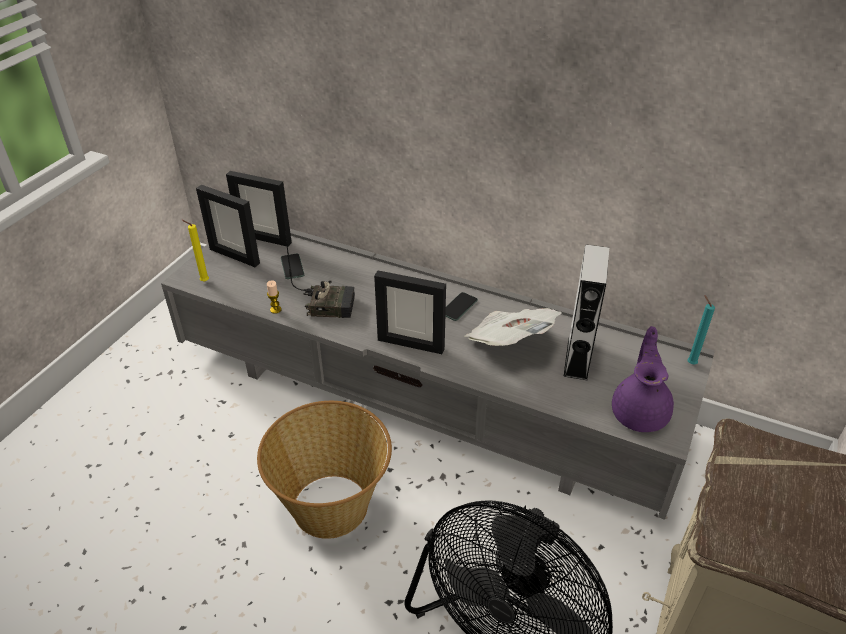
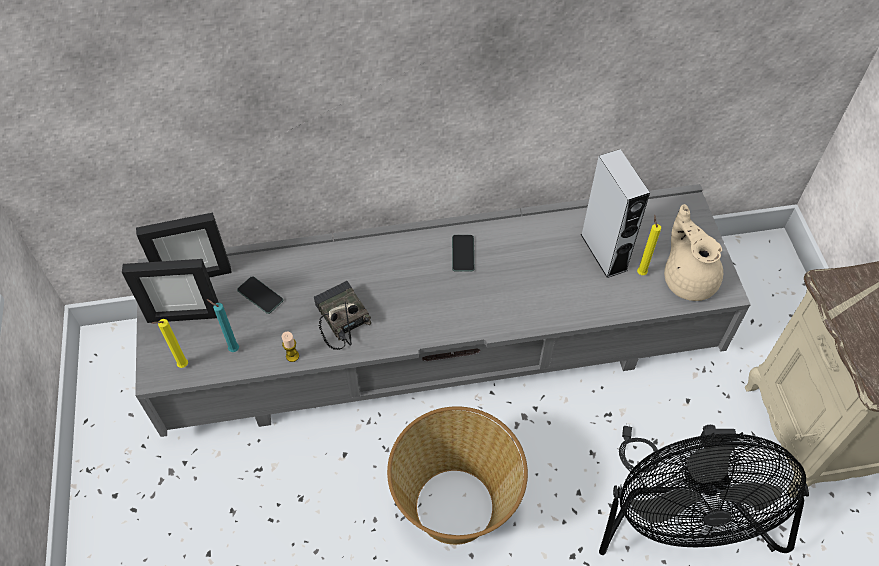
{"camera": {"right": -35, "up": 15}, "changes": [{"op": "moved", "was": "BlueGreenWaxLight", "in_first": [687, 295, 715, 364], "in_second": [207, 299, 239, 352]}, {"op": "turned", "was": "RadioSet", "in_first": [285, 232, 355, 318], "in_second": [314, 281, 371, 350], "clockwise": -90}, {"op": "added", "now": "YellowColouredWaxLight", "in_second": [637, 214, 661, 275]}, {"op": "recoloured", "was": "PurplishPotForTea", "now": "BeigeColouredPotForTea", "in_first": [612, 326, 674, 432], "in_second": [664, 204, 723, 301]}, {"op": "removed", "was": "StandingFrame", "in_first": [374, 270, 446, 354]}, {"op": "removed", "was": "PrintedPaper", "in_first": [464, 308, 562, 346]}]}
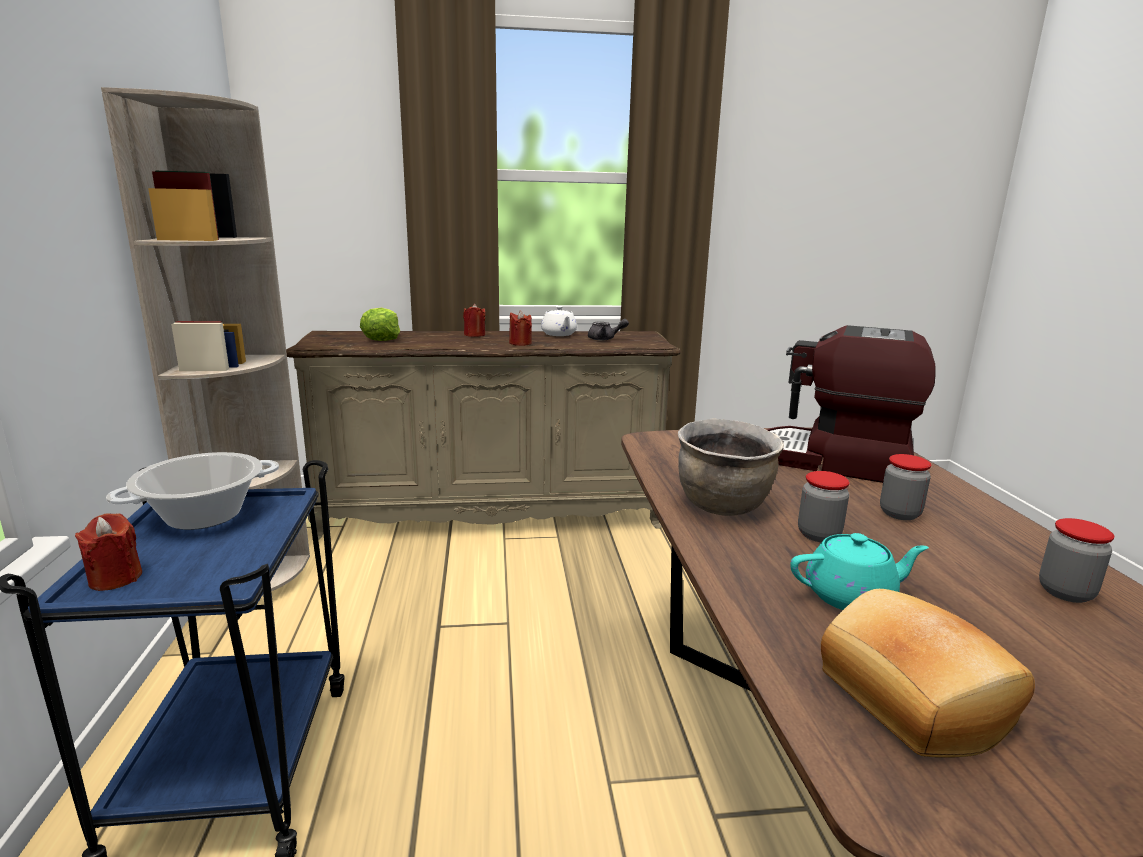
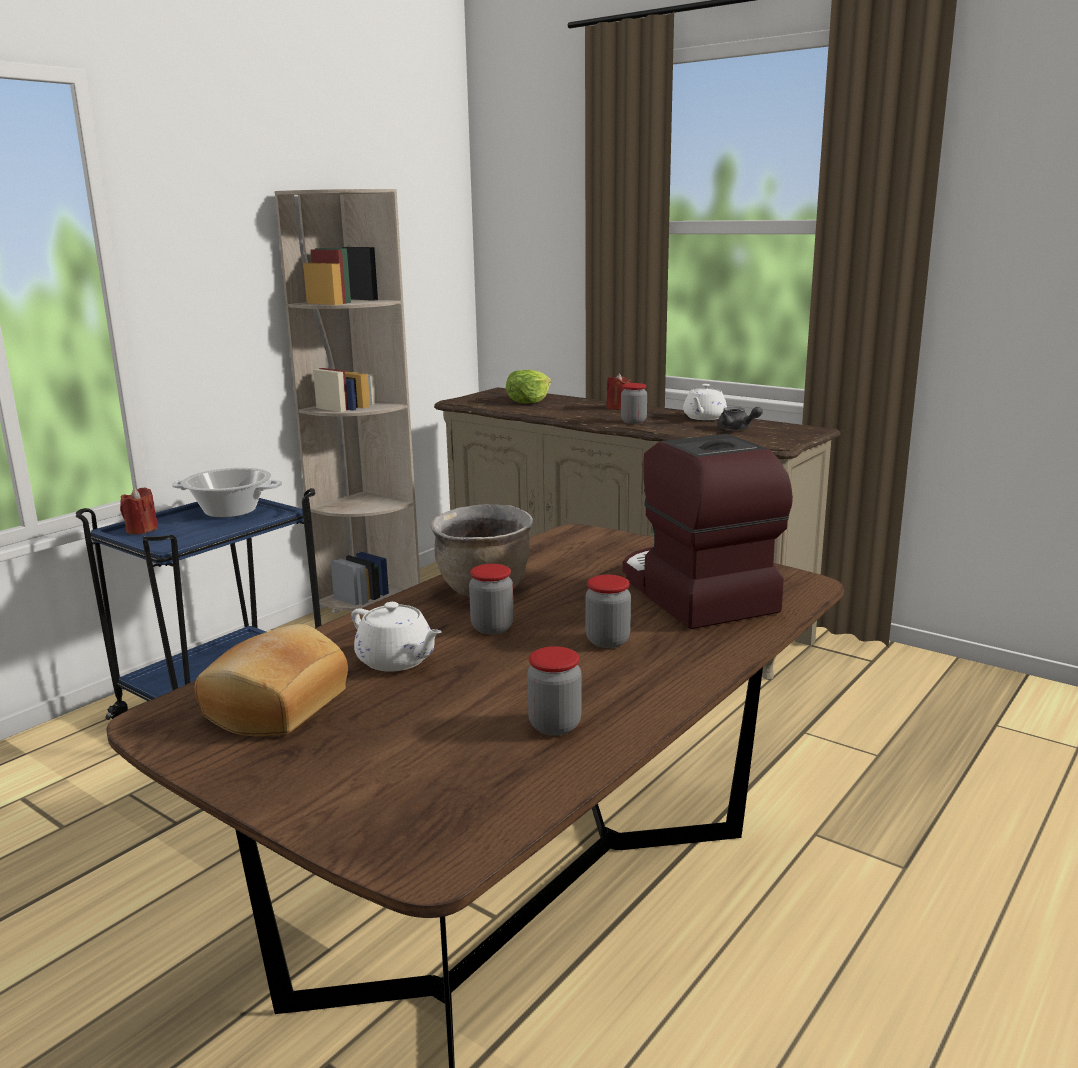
{"camera": {"right": 45, "up": 0}, "changes": [{"op": "recoloured", "was": "BlueGreenPotForTea", "now": "WhitishPotForTea", "in_first": [790, 533, 929, 610], "in_second": [352, 602, 442, 672]}, {"op": "replaced", "was": "RedColouredWaxLight", "now": "StorageJar", "in_first": [509, 311, 532, 346], "in_second": [621, 383, 647, 424]}]}
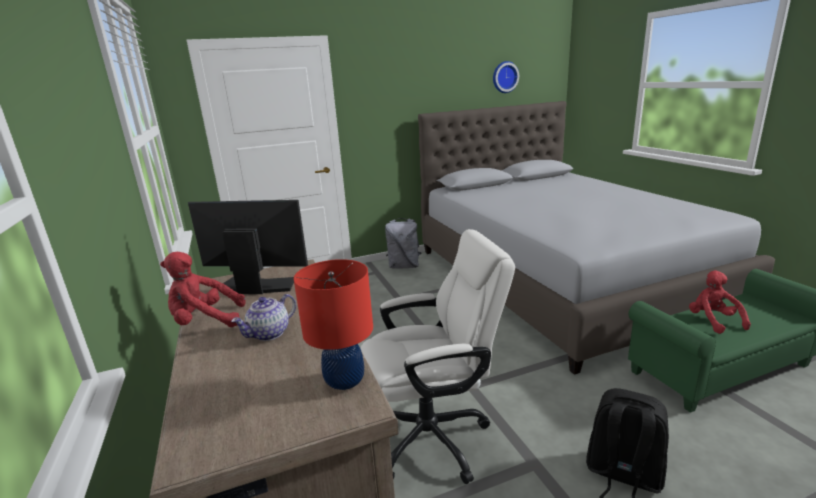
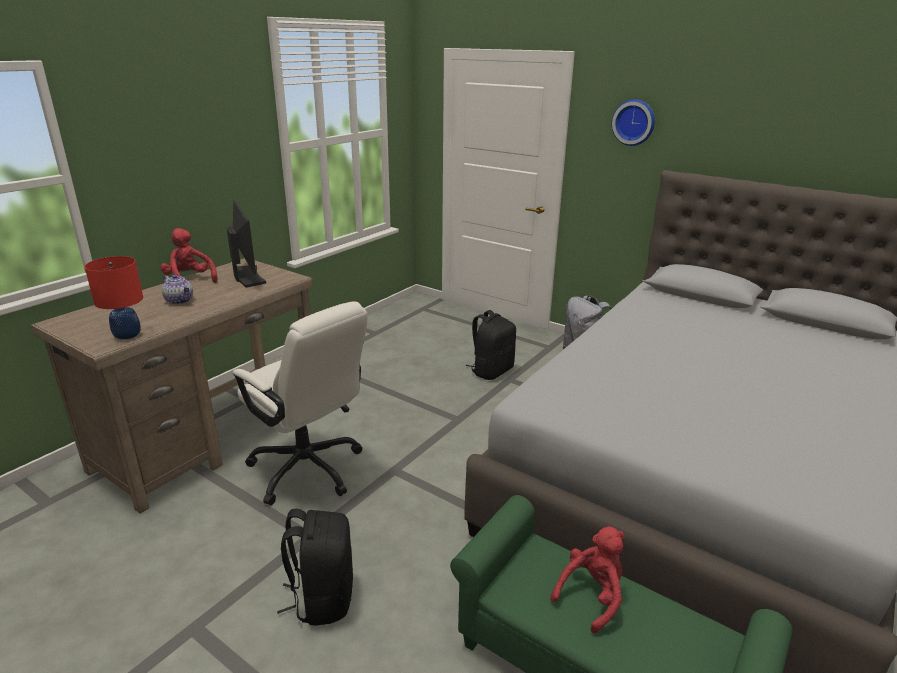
{"camera": {"right": 55, "up": 5}, "changes": [{"op": "turned", "was": "PotForTea", "in_first": [231, 294, 296, 341], "in_second": [162, 275, 193, 305], "clockwise": -150}, {"op": "added", "now": "BlackColouredBackpack", "in_second": [466, 310, 516, 380]}, {"op": "moved", "was": "HangingClock", "in_first": [493, 61, 519, 93], "in_second": [612, 99, 655, 146]}]}
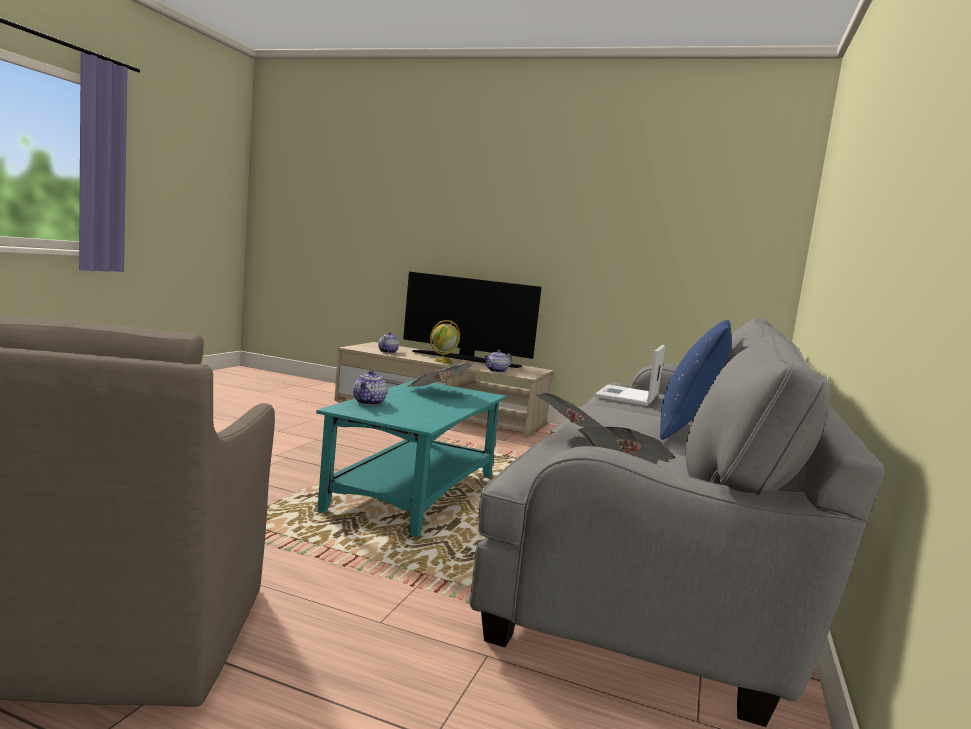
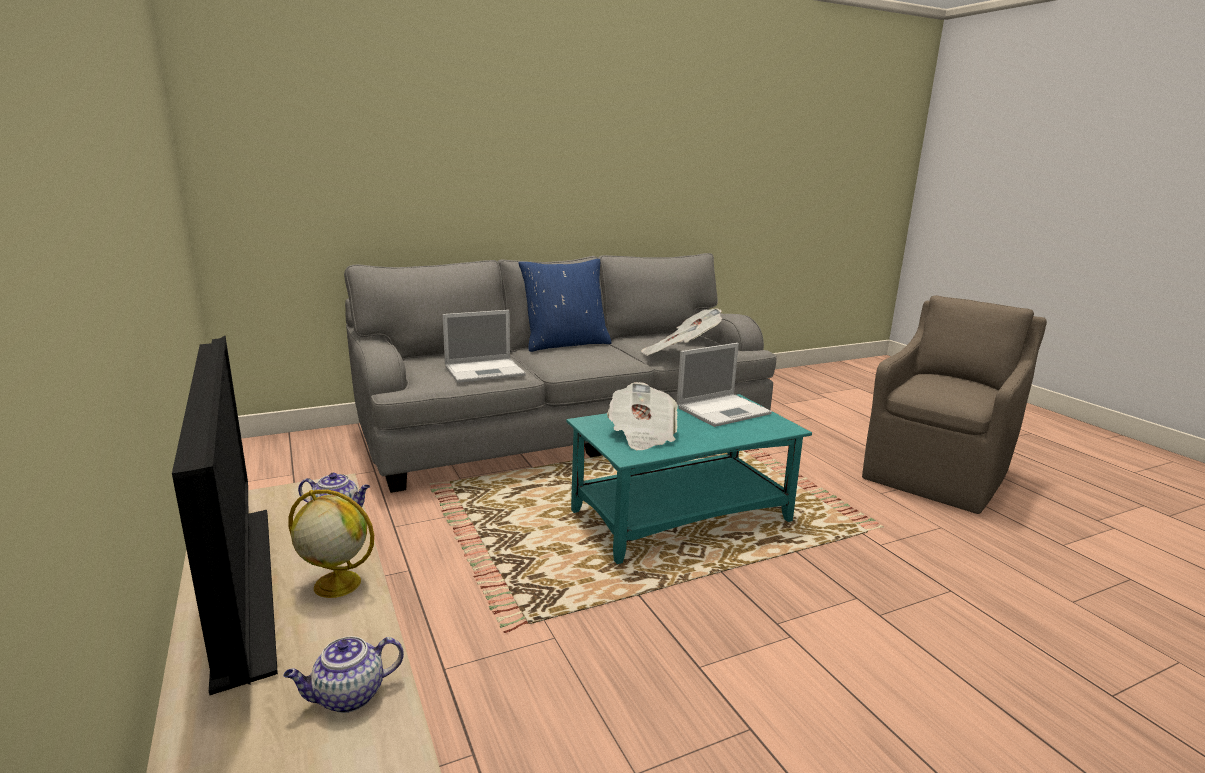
{"camera": {"right": -135, "up": 10}, "changes": [{"op": "added", "now": "NotebookComputer", "in_second": [677, 343, 772, 427]}, {"op": "removed", "was": "PotForTea", "in_first": [353, 370, 387, 405]}]}
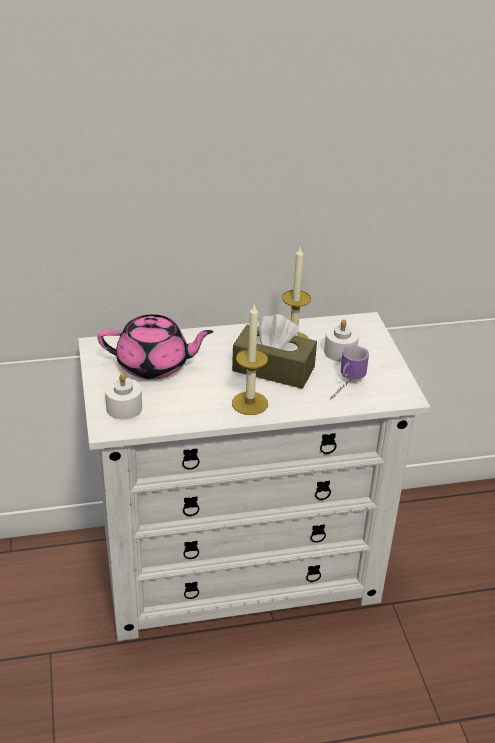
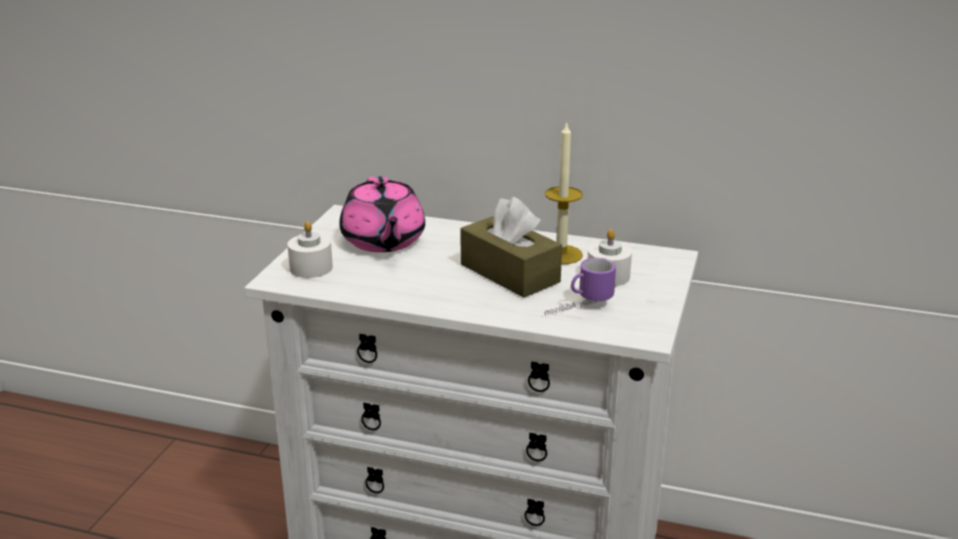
{"camera": {"right": 30, "up": -10}, "changes": [{"op": "turned", "was": "PinkishPotForTea", "in_first": [97, 314, 214, 380], "in_second": [339, 177, 425, 252], "clockwise": 45}, {"op": "removed", "was": "WaxLight", "in_first": [232, 303, 268, 415]}]}
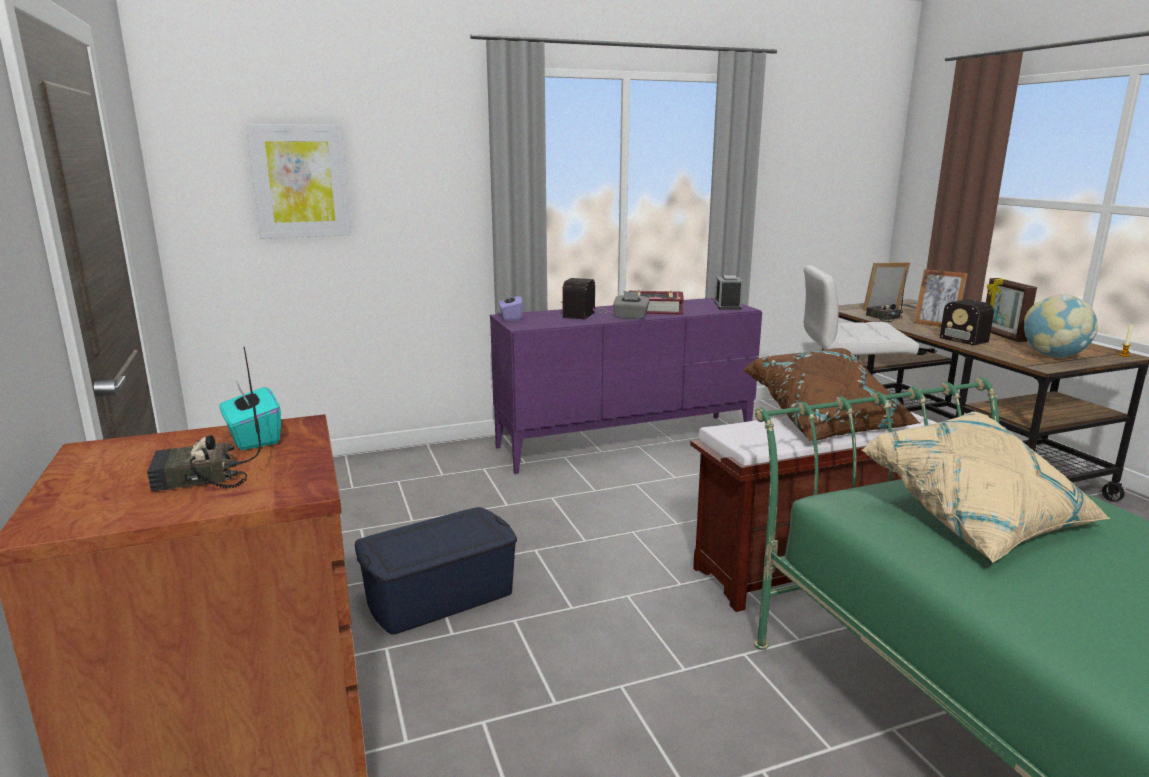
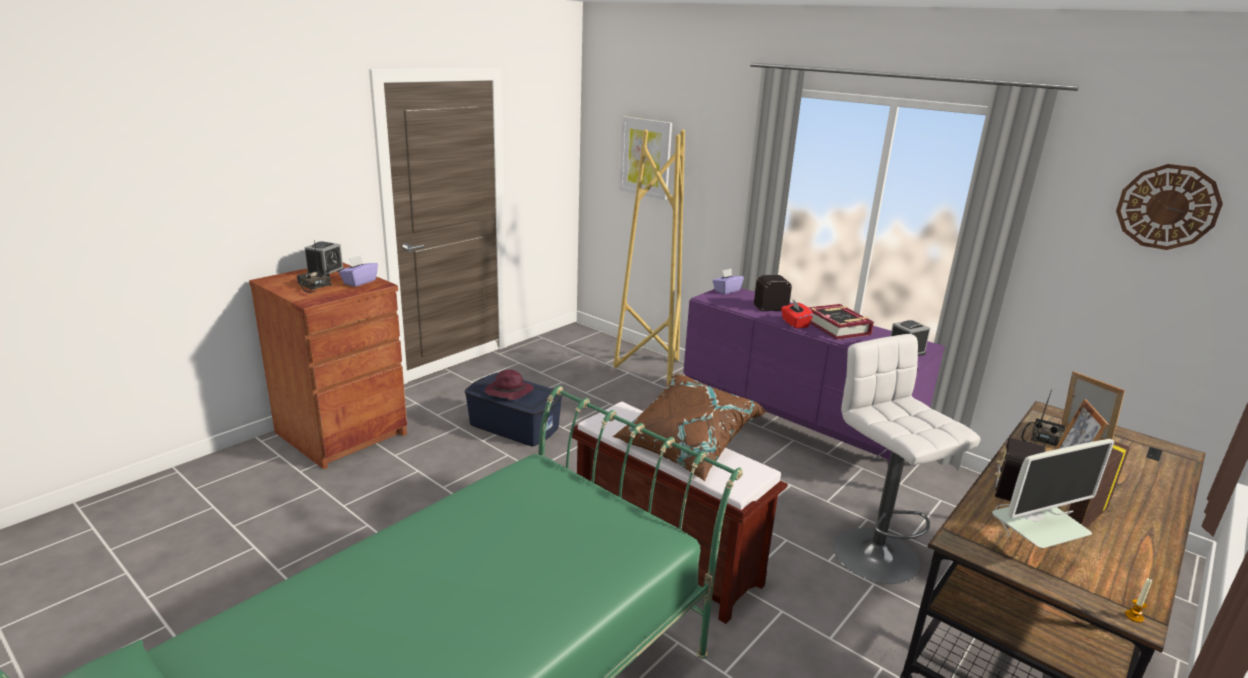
{"camera": {"right": 60, "up": 5}, "changes": [{"op": "added", "now": "BedsideClock", "in_second": [304, 241, 344, 276]}, {"op": "recoloured", "was": "BlueGreenBoxOfTissues", "now": "PurplishBoxOfTissues", "in_first": [219, 380, 281, 450], "in_second": [339, 255, 378, 287]}, {"op": "added", "now": "PurplishHat", "in_second": [485, 369, 533, 400]}, {"op": "added", "now": "YellowColouredGarmentStand", "in_second": [614, 130, 685, 385]}, {"op": "recoloured", "was": "GreyBoxOfTissues", "now": "RedColouredBoxOfTissues", "in_first": [613, 291, 650, 319], "in_second": [781, 300, 813, 328]}, {"op": "replaced", "was": "Globe", "now": "Monitor", "in_first": [1024, 294, 1098, 358], "in_second": [992, 439, 1114, 548]}, {"op": "added", "now": "HangingClock", "in_second": [1116, 164, 1223, 250]}, {"op": "removed", "was": "BeigeColouredCushion", "in_first": [862, 412, 1110, 563]}]}
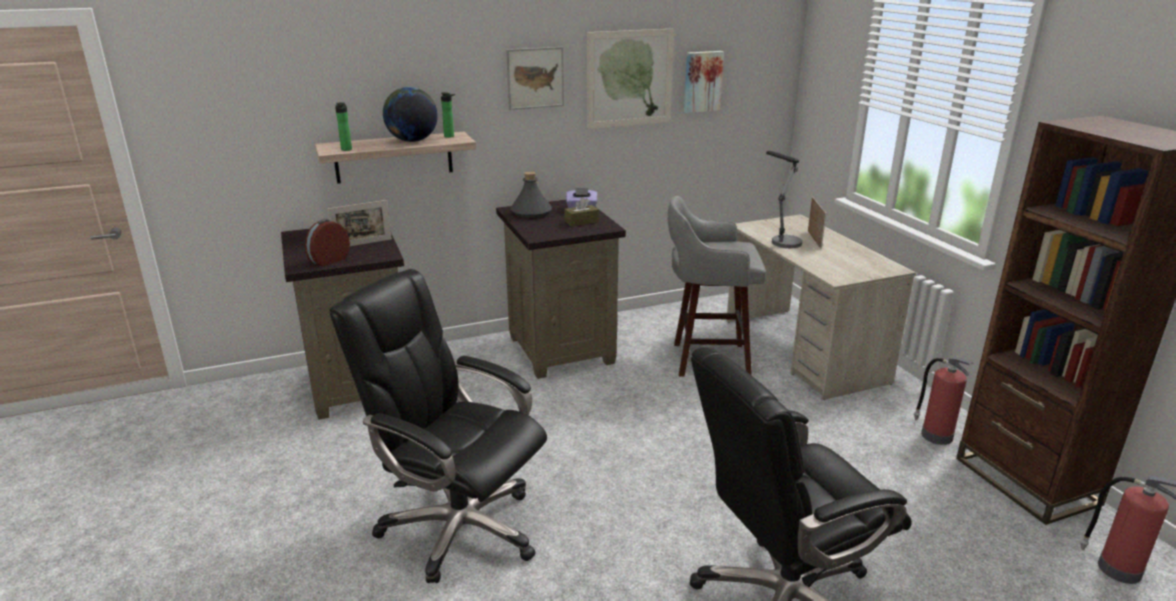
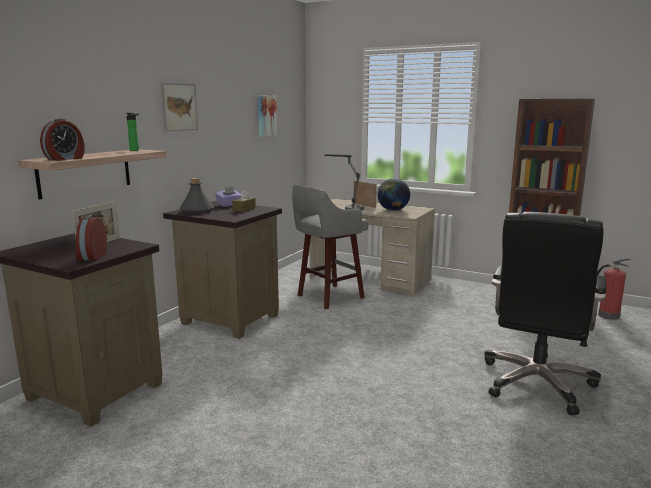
{"camera": {"right": -40, "up": -10}, "changes": [{"op": "replaced", "was": "BeverageBottle", "now": "BedsideClock", "in_first": [335, 102, 352, 151], "in_second": [40, 119, 85, 161]}, {"op": "moved", "was": "Globe", "in_first": [383, 87, 438, 142], "in_second": [378, 178, 410, 211]}, {"op": "removed", "was": "BlackColouredOfficeChair", "in_first": [329, 269, 547, 583]}, {"op": "removed", "was": "WallPicture", "in_first": [587, 29, 674, 129]}, {"op": "removed", "was": "Extinguisher", "in_first": [914, 357, 974, 445]}]}
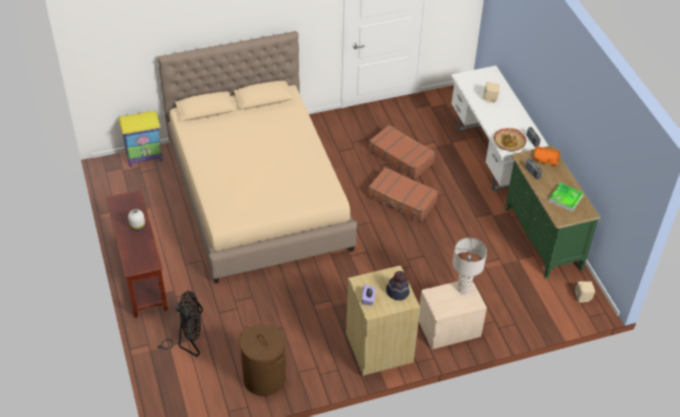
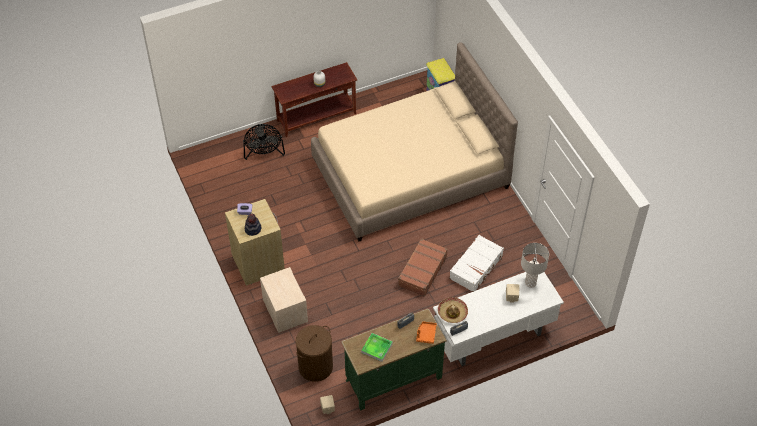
{"camera": {"right": 85, "up": 5}, "changes": [{"op": "moved", "was": "BrownishHamper", "in_first": [240, 324, 286, 396], "in_second": [296, 325, 333, 382]}, {"op": "recoloured", "was": "BrownishTravelCase", "now": "WhitishTravelCase", "in_first": [368, 125, 435, 180], "in_second": [449, 235, 504, 292]}, {"op": "moved", "was": "WhitishTableLamp", "in_first": [453, 238, 487, 295], "in_second": [521, 243, 549, 288]}]}
